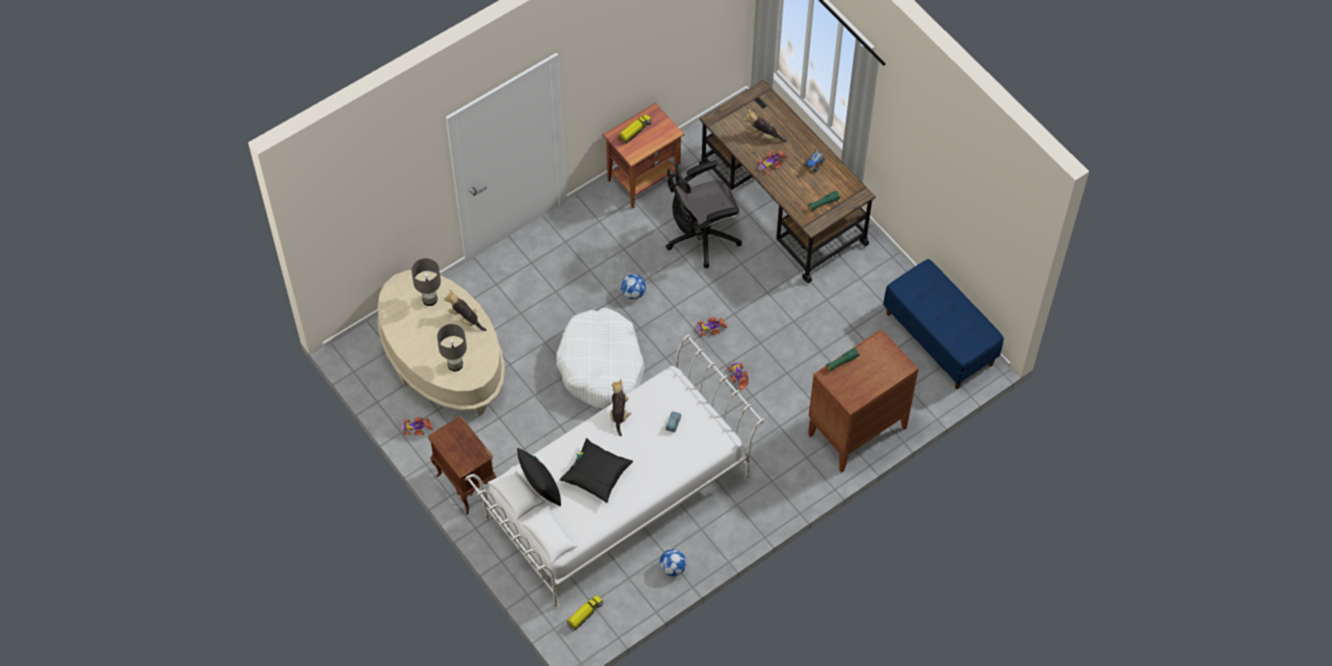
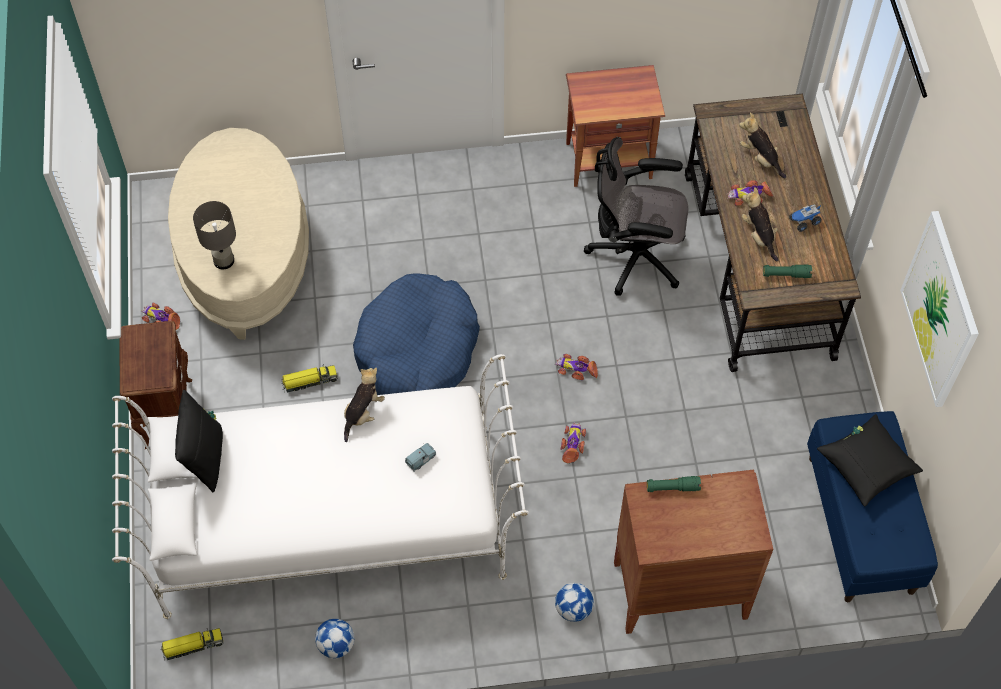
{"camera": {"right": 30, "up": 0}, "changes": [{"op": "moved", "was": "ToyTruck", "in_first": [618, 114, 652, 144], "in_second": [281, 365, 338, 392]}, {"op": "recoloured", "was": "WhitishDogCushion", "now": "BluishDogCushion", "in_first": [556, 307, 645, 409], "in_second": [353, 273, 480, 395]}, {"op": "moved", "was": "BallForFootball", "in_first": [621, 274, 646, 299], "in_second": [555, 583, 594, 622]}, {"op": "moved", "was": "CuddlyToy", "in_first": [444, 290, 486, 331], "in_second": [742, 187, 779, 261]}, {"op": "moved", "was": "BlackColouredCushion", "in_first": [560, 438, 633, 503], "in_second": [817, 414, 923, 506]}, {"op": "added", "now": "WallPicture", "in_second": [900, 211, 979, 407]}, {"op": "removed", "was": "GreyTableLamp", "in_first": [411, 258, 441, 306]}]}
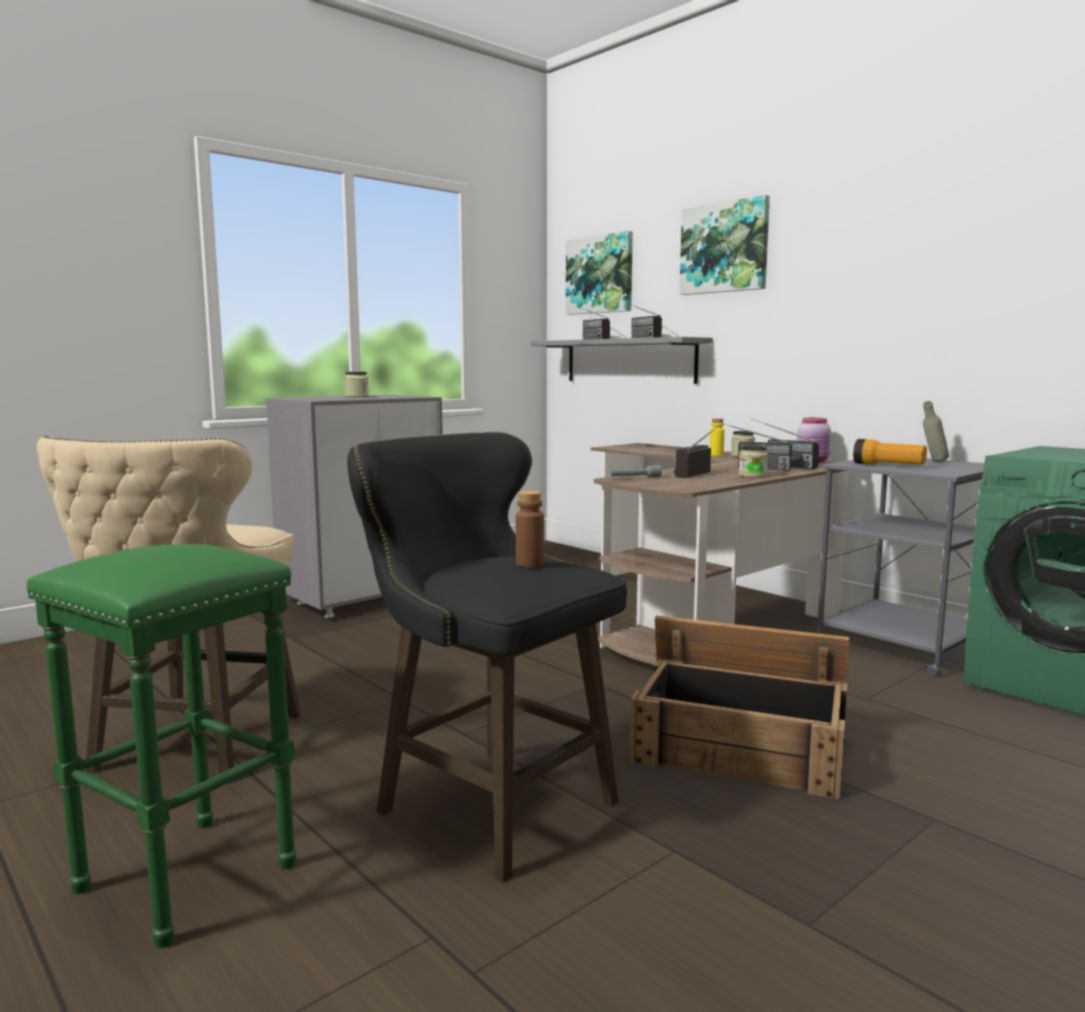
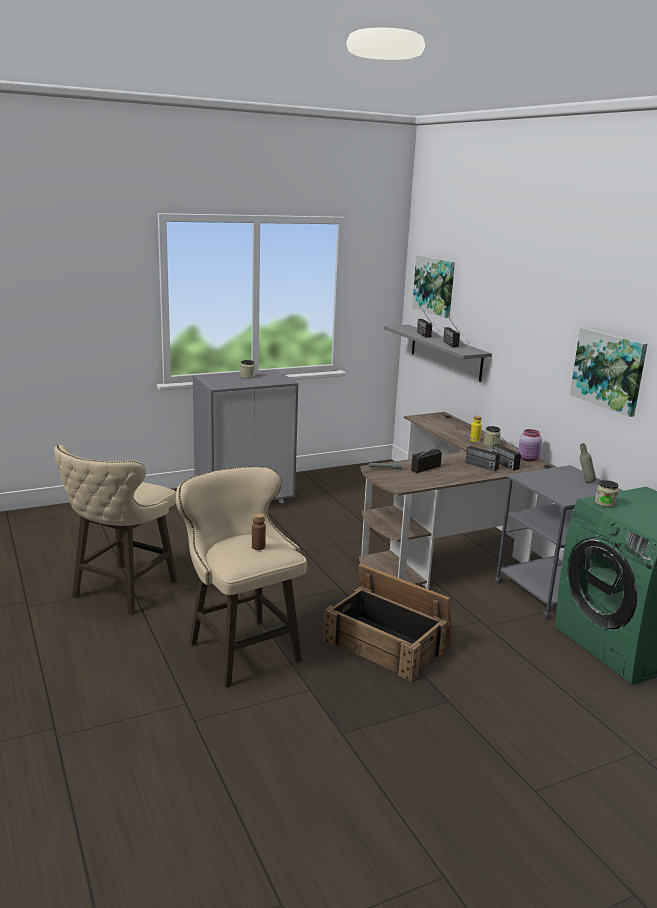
{"camera": {"right": 15, "up": 10}, "changes": [{"op": "recoloured", "was": "BlackColouredStoolSeat", "now": "BeigeColouredStoolSeat", "in_first": [347, 432, 627, 882], "in_second": [176, 466, 307, 688]}, {"op": "moved", "was": "WallPicture", "in_first": [679, 195, 770, 295], "in_second": [570, 328, 647, 417]}, {"op": "moved", "was": "StorageJar", "in_first": [738, 445, 768, 478], "in_second": [595, 480, 619, 507]}, {"op": "removed", "was": "GreenStoolSeat", "in_first": [27, 544, 296, 948]}, {"op": "removed", "was": "Torch", "in_first": [853, 439, 927, 465]}]}
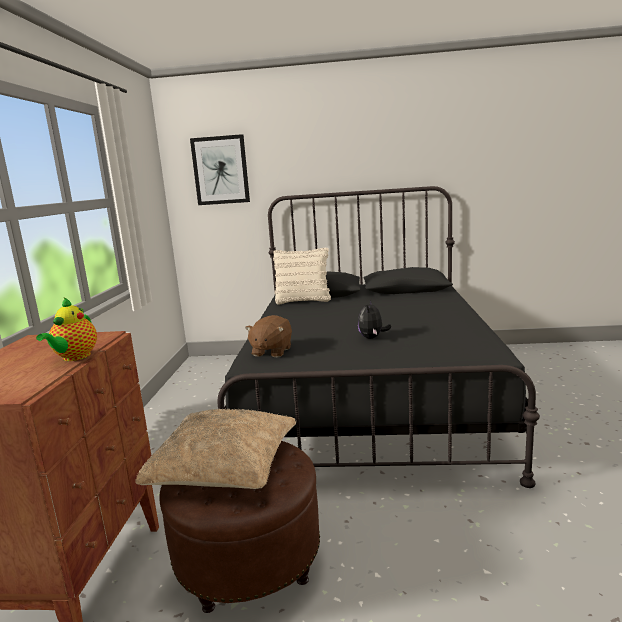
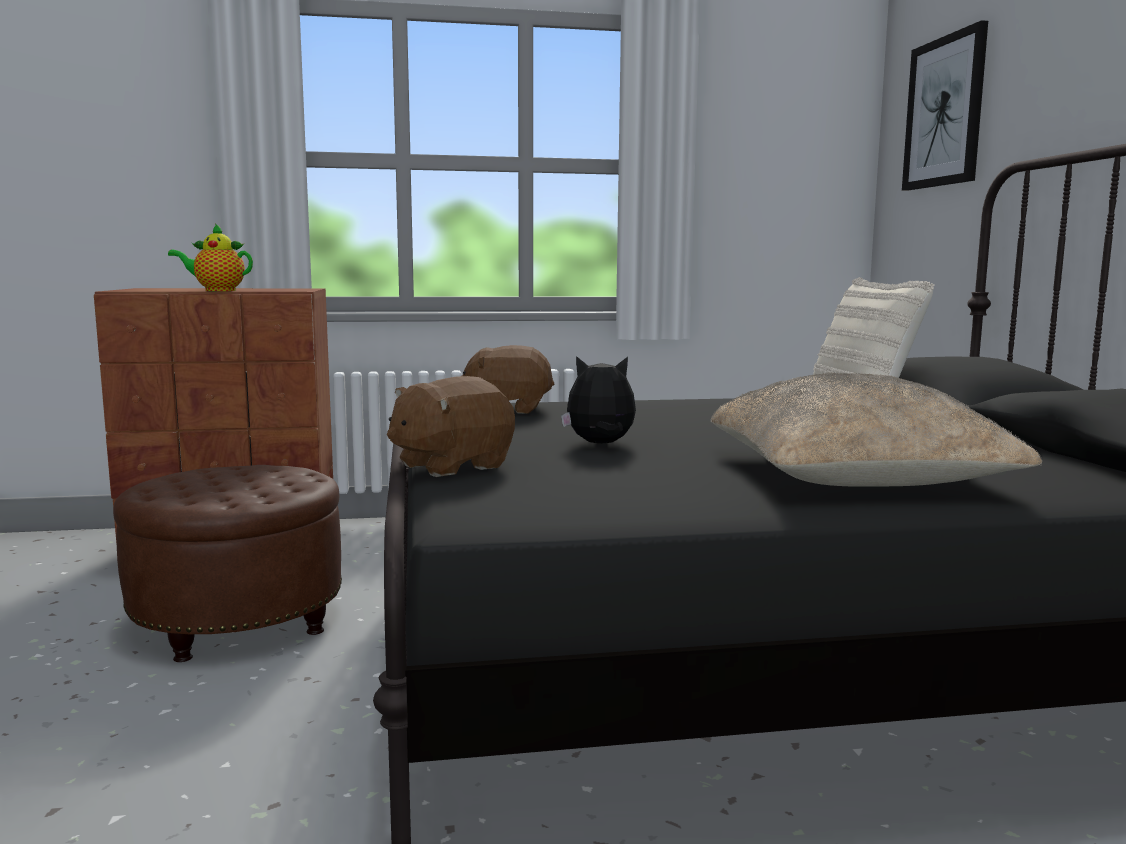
{"camera": {"right": 75, "up": -5}, "changes": [{"op": "added", "now": "BrownishCuddlyToy", "in_second": [387, 376, 515, 477]}, {"op": "moved", "was": "BeigeColouredCushion", "in_first": [135, 409, 297, 489], "in_second": [711, 372, 1043, 487]}]}
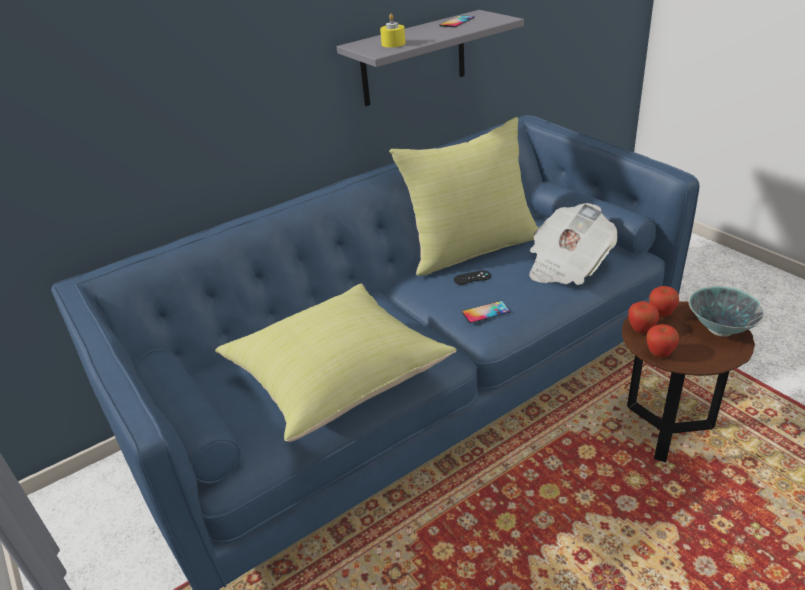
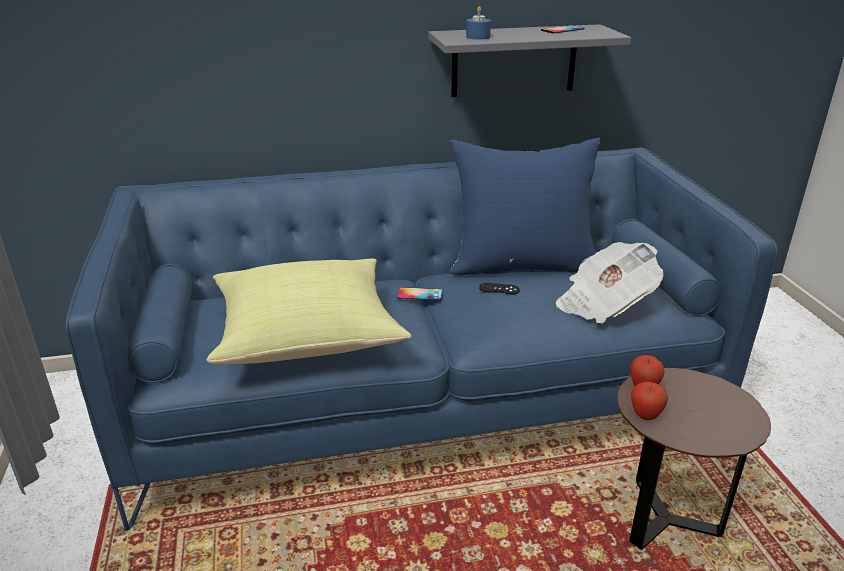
{"camera": {"right": 20, "up": -5}, "changes": [{"op": "moved", "was": "Handset", "in_first": [462, 301, 510, 323], "in_second": [398, 287, 442, 300]}, {"op": "recoloured", "was": "YellowColouredCushion", "now": "BluishCushion", "in_first": [389, 117, 538, 276], "in_second": [449, 138, 601, 276]}, {"op": "recoloured", "was": "YellowColouredWaxLight", "now": "BluishWaxLight", "in_first": [380, 14, 405, 47], "in_second": [466, 6, 491, 40]}, {"op": "removed", "was": "Apple", "in_first": [649, 286, 679, 317]}, {"op": "removed", "was": "ServingBowl", "in_first": [689, 286, 766, 337]}]}
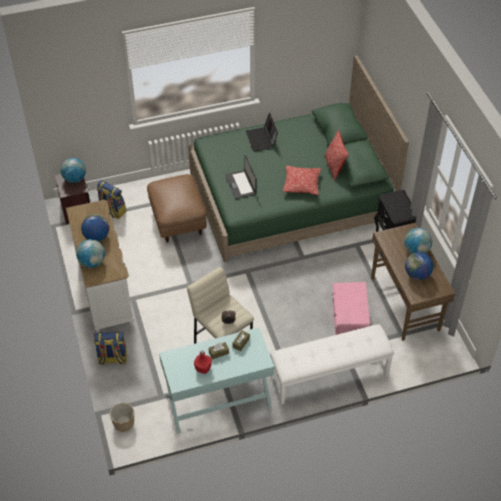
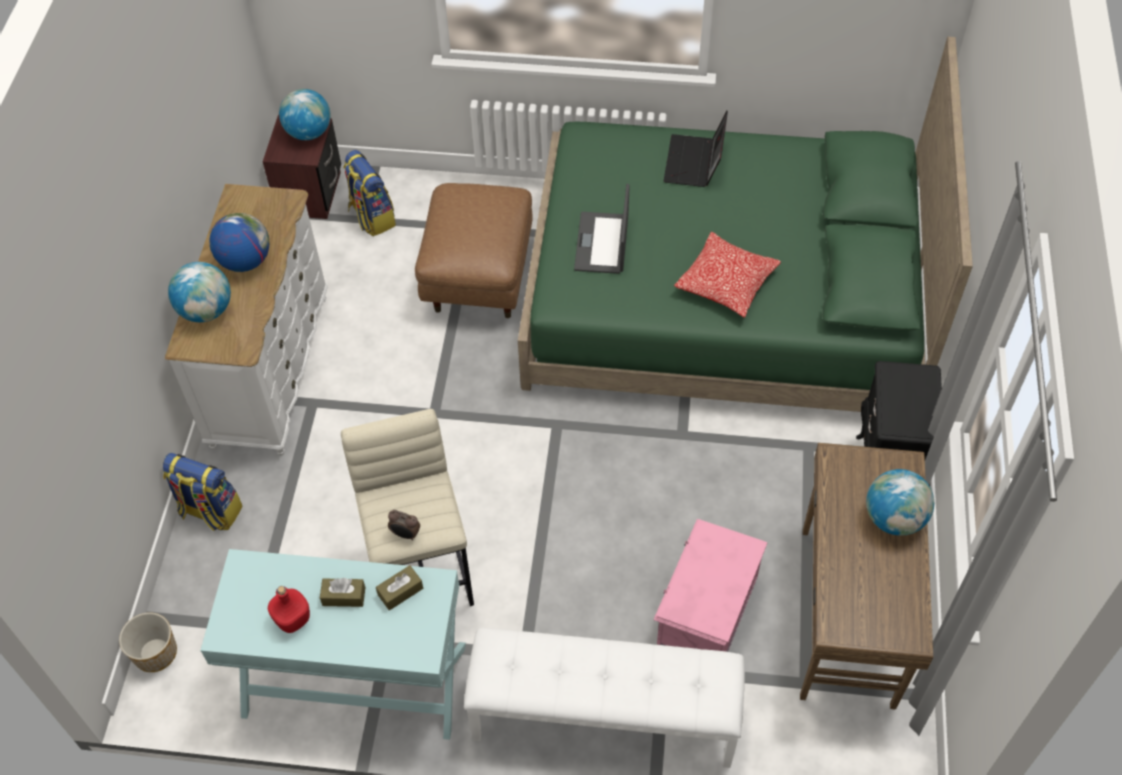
{"camera": {"right": 25, "up": 5}, "changes": [{"op": "removed", "was": "Cushion", "in_first": [325, 130, 348, 180]}, {"op": "removed", "was": "Globe", "in_first": [405, 252, 433, 280]}]}
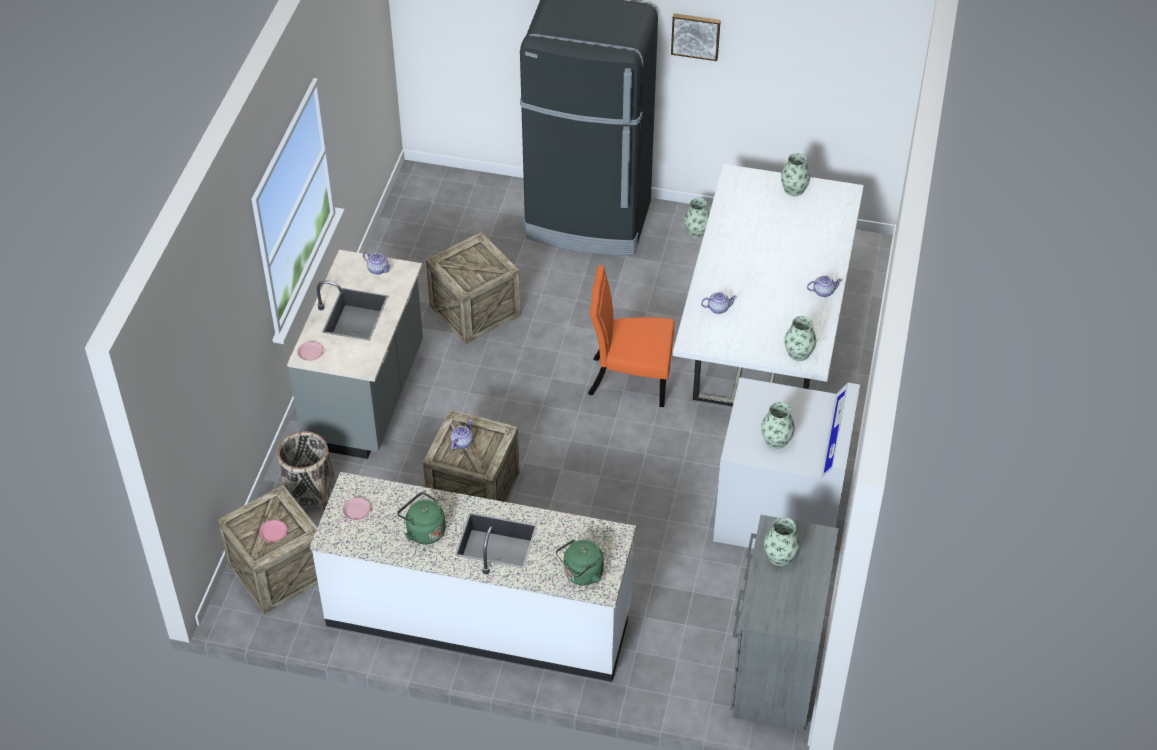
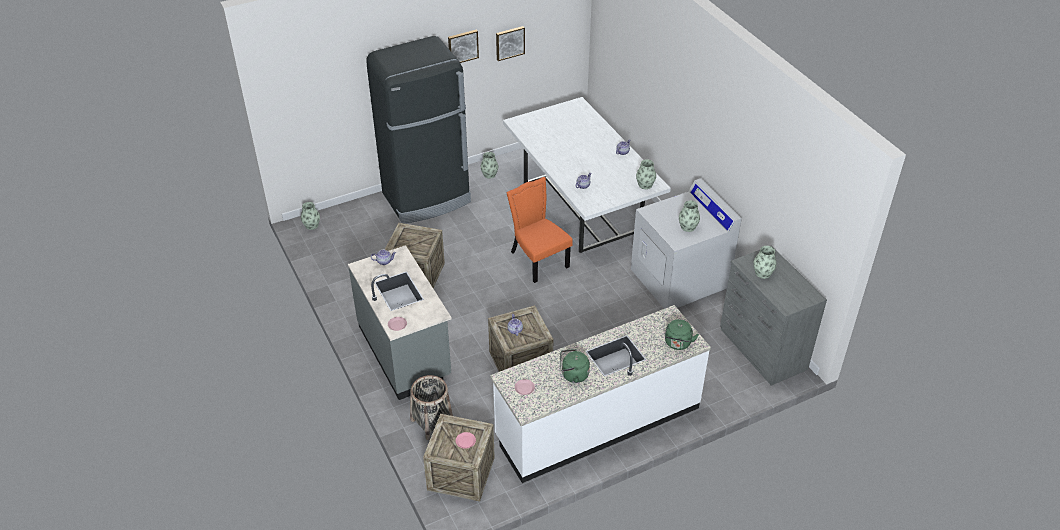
{"camera": {"right": -40, "up": -5}, "changes": [{"op": "moved", "was": "Vase", "in_first": [781, 153, 810, 196], "in_second": [301, 202, 320, 230]}, {"op": "added", "now": "WallPicture", "in_second": [496, 26, 525, 61]}, {"op": "turned", "was": "OrangeUprightChair", "in_first": [588, 265, 674, 407], "in_second": [506, 177, 573, 283], "clockwise": 90}]}
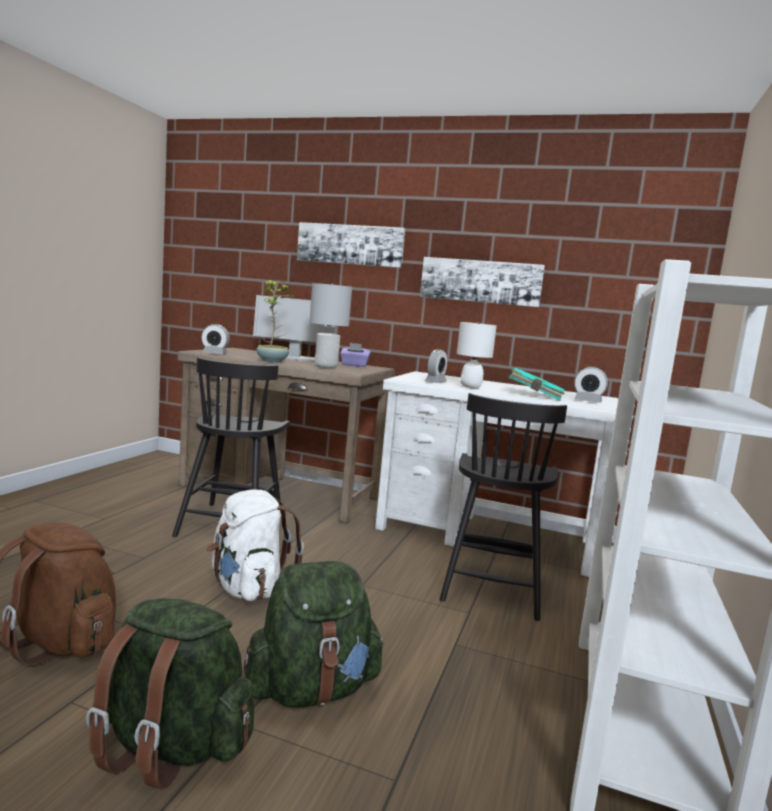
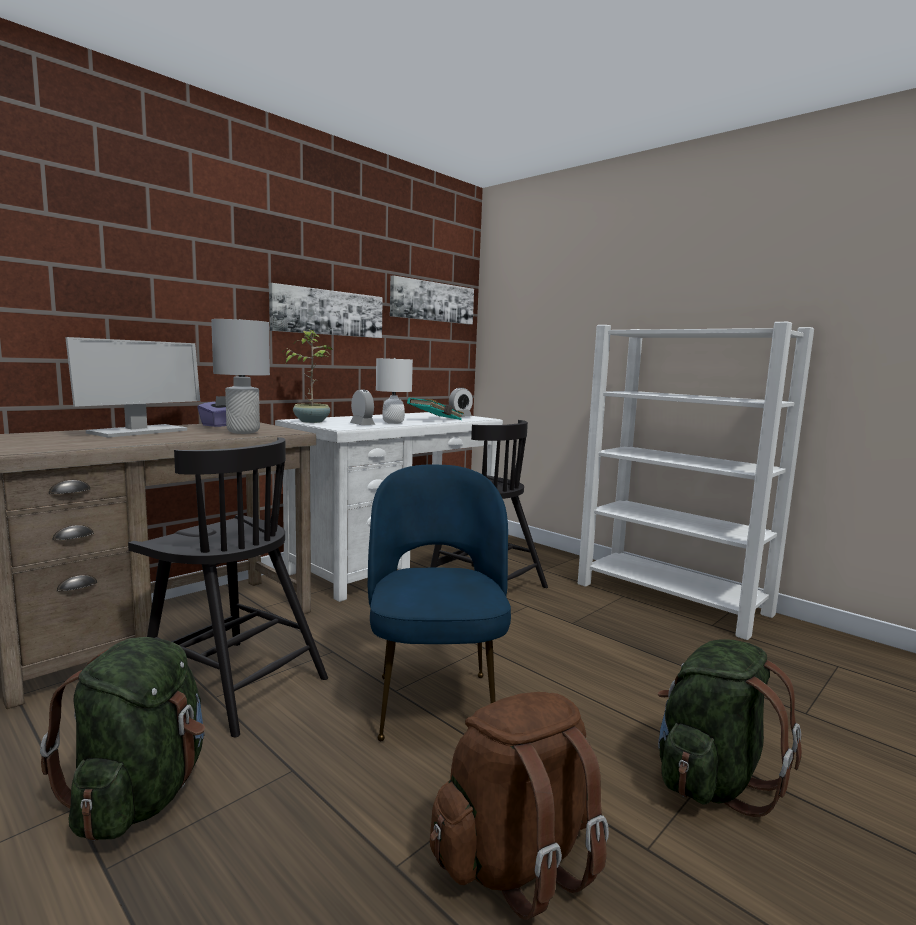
{"camera": {"right": -65, "up": 0}, "changes": [{"op": "moved", "was": "GreenBackpack", "in_first": [244, 561, 384, 708], "in_second": [40, 637, 205, 841]}, {"op": "moved", "was": "PottedPlant", "in_first": [256, 280, 295, 363], "in_second": [283, 329, 332, 423]}, {"op": "replaced", "was": "WhitishBackpack", "now": "BluishUprightChair", "in_first": [207, 490, 304, 601], "in_second": [368, 465, 511, 741]}, {"op": "moved", "was": "WallPicture", "in_first": [297, 222, 405, 268], "in_second": [390, 275, 474, 324]}, {"op": "removed", "was": "BedsideClock", "in_first": [201, 324, 230, 354]}]}
